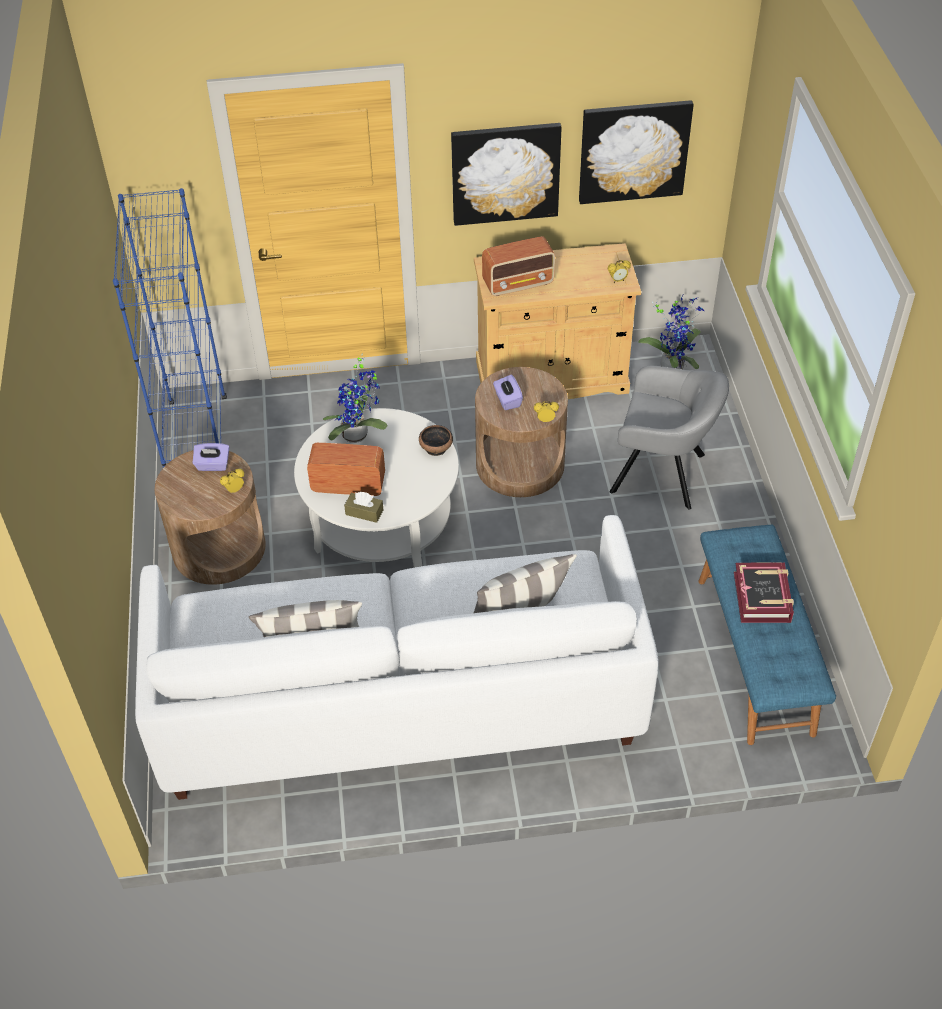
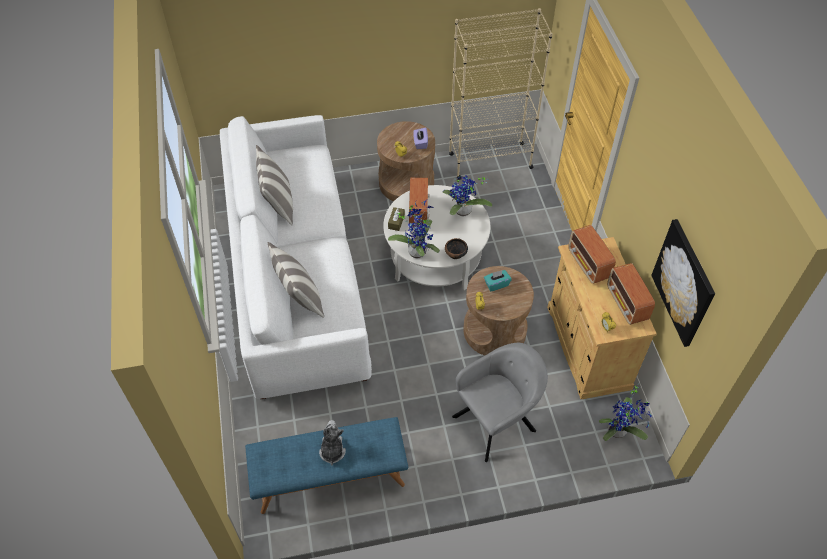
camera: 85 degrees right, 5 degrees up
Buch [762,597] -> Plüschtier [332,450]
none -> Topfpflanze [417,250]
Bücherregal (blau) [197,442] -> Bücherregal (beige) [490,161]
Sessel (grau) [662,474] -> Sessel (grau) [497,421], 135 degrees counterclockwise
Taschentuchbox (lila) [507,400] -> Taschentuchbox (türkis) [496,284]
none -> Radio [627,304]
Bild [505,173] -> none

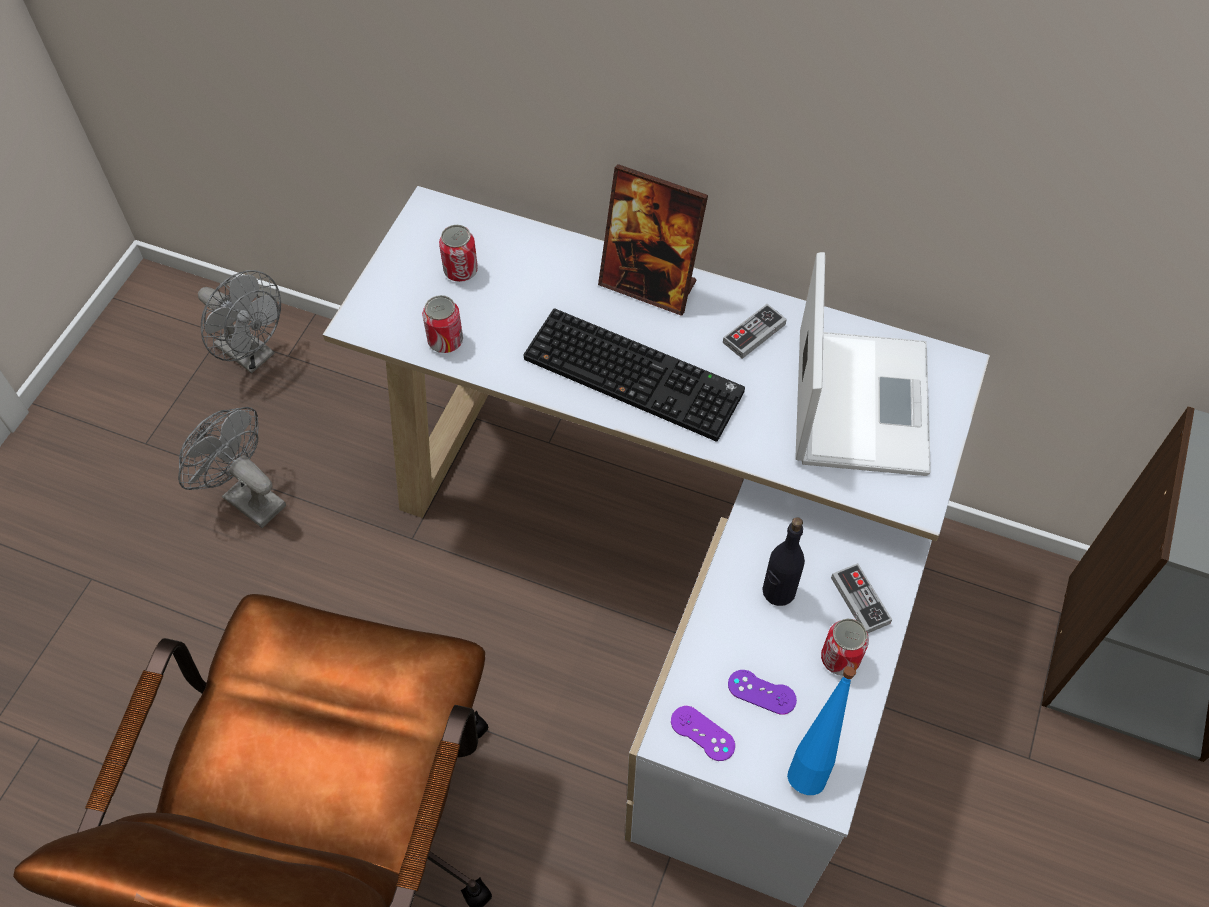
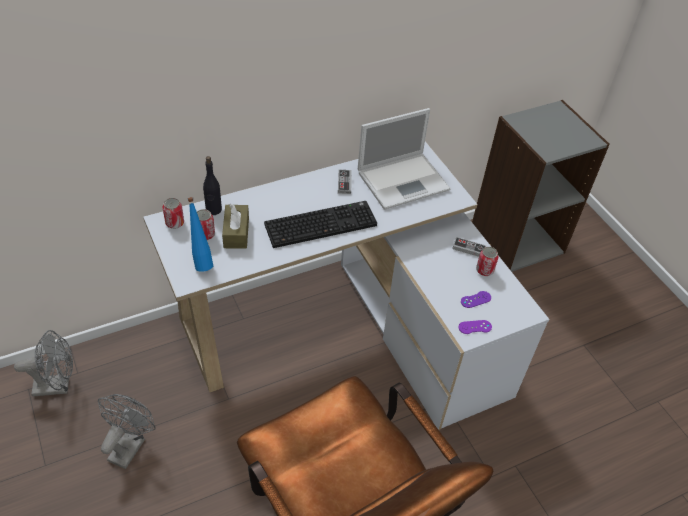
camera: 50 degrees left, 10 degrees down
Ventilator (grau) [246,497] -> Ventilator (grau) [129,445], 120 degrees clockwise
Dose [445,341] -> Dose [174,223], moved
Flasche (blau) [813,760] -> Flasche (blau) [201,261], moved
Flasche (schwarz) [778,591] -> Flasche (schwarz) [213,210], moved
none -> Taschentuchbox (braun) [236,233]
Laptop [860,399] -> Laptop [404,180], 105 degrees clockwise
Bilderrahmen [649,285] -> none

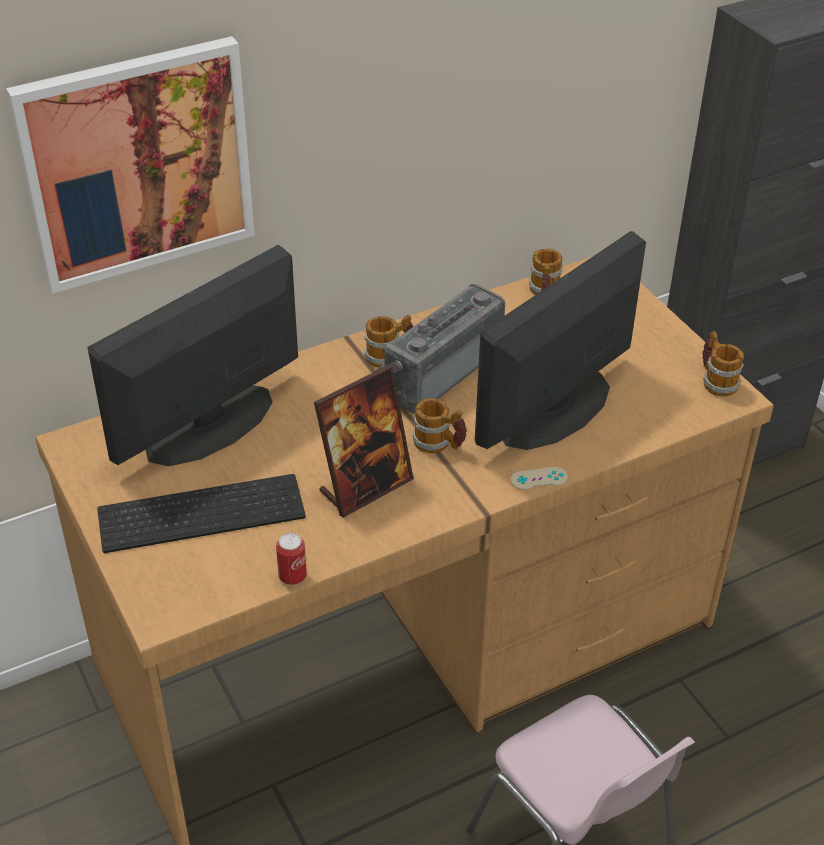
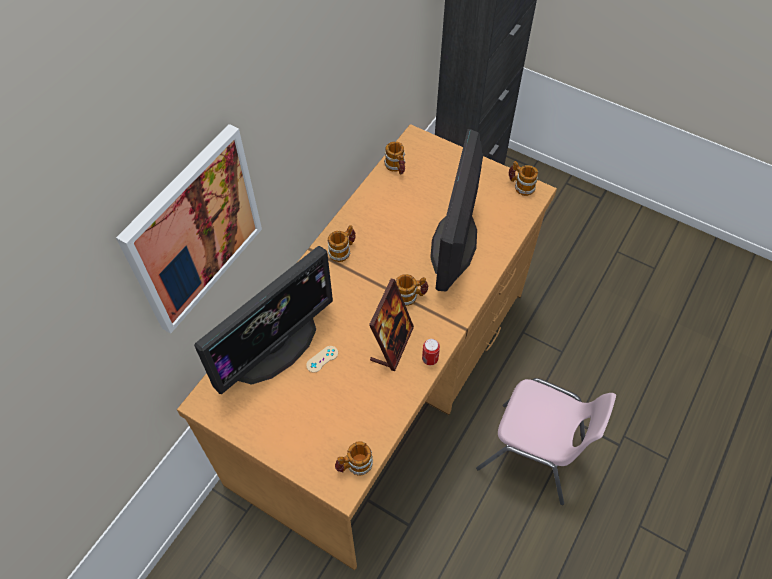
camera: 30 degrees left, 15 degrees up
Monitor [210,425] -> Monitor [276,348], 150 degrees counterclockwise
Gamepad (beige) [539,479] -> Gamepad (beige) [322,359], moved
none -> Henkelbecher [354,465]
Dose [292,577] -> Dose [430,359], moved
Tastatur [203,510] -> none
Radio [438,370] -> none

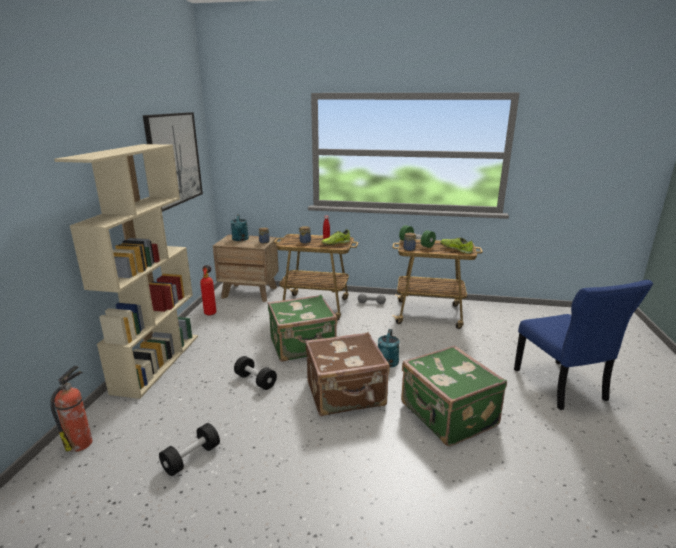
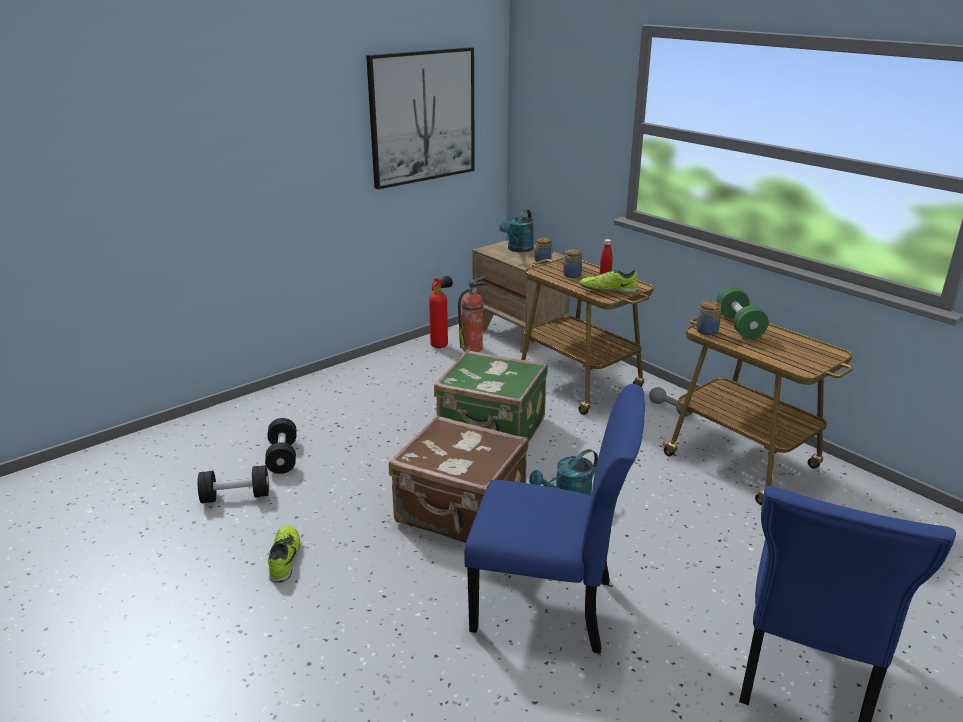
camera: 40 degrees right, 5 degrees up
Hantel (schwarz) [255,380] -> Hantel (schwarz) [283,457], moved
Schuh [456,249] -> Schuh [285,558], moved
Feuerlöscher [81,443] -> Feuerlöscher [473,348], moved
Koffer (grün) [447,415] -> Stuhl (blau) [549,607]
Bücherregal (beige) [157,362] -> none

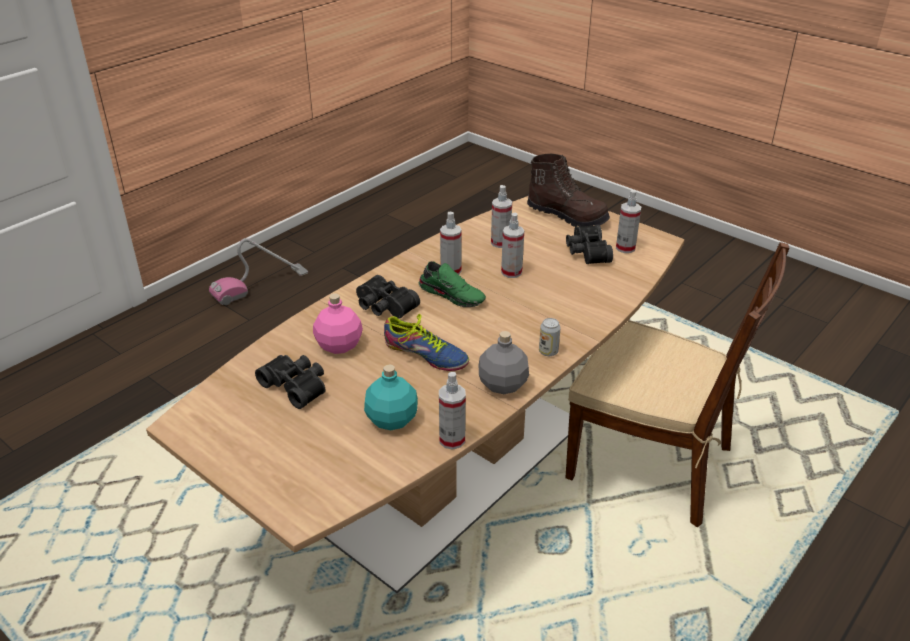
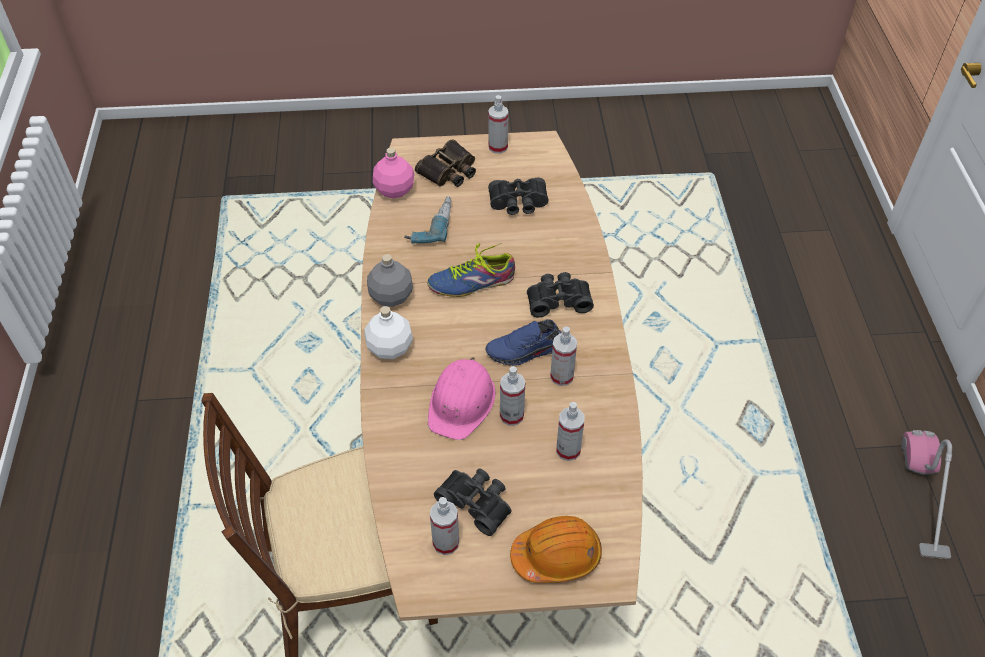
camera: 135 degrees right, 15 degrees up
Dose [548,351] -> Flasche (weiß) [389,348]
Flasche (rosa) [339,345] -> Flasche (rosa) [395,190], moved
Flasche (türkis) [392,420] -> Bohrmaschine [430,224]
none -> Fernglas [449,171]
none -> Schutzhelm (rosa) [462,402]
Schuh (grün) [453,294] -> Schuh (blau) [525,351]
Sprühflasche [452,440] -> Sprühflasche [498,147], moved
Stiefel (braun) [567,215] -> Schutzhelm (orange) [557,555]

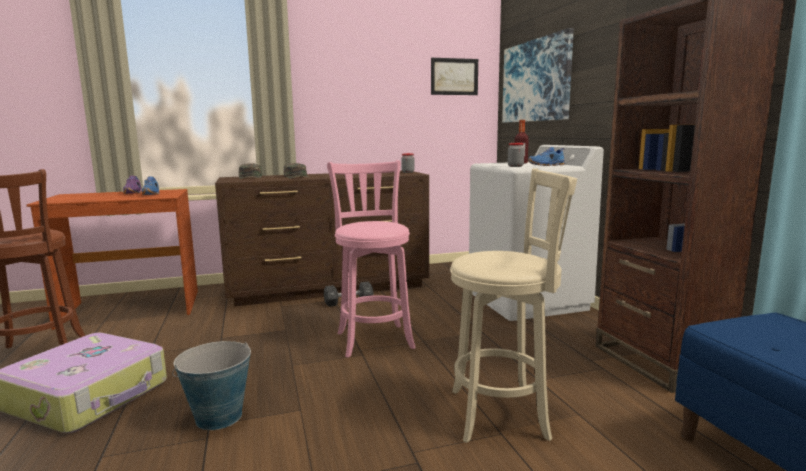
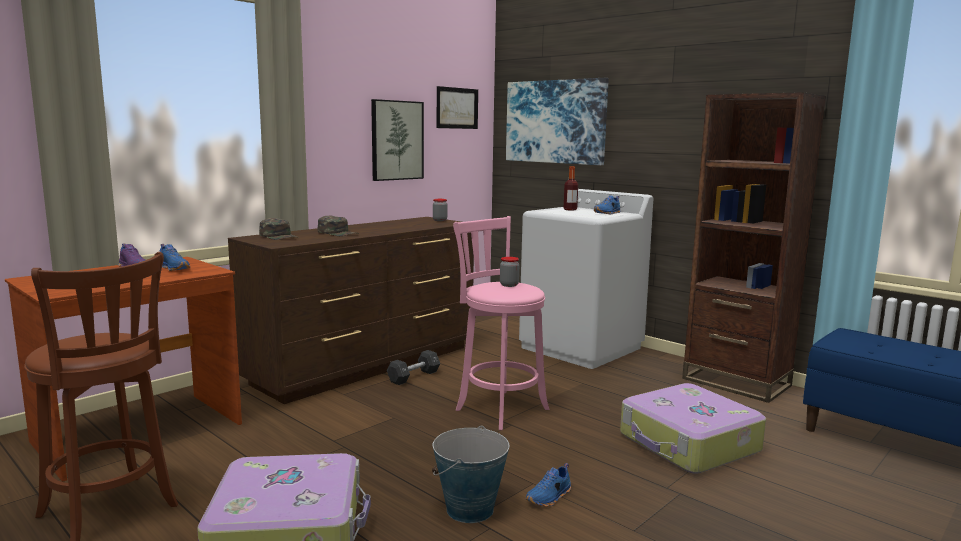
camera: 30 degrees left, 0 degrees up
none -> Bild [396,140]
Vorratsglas [515,166] -> Vorratsglas [509,285], moved
none -> Schuh (blau) [549,497]
Hocker (beige) [504,413] -> Koffer [688,444]

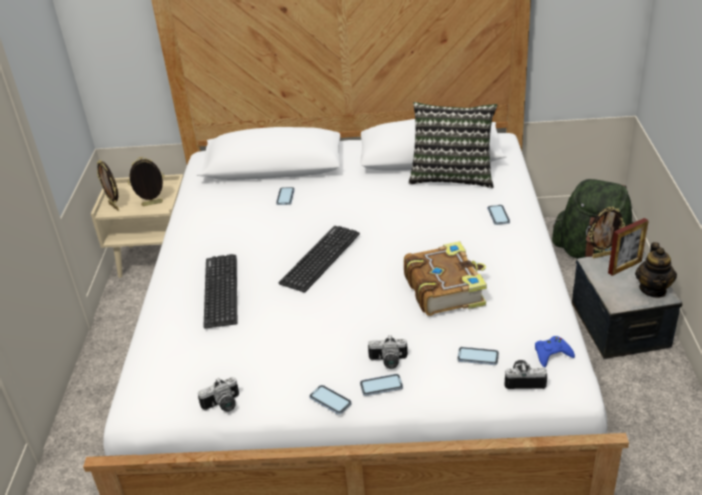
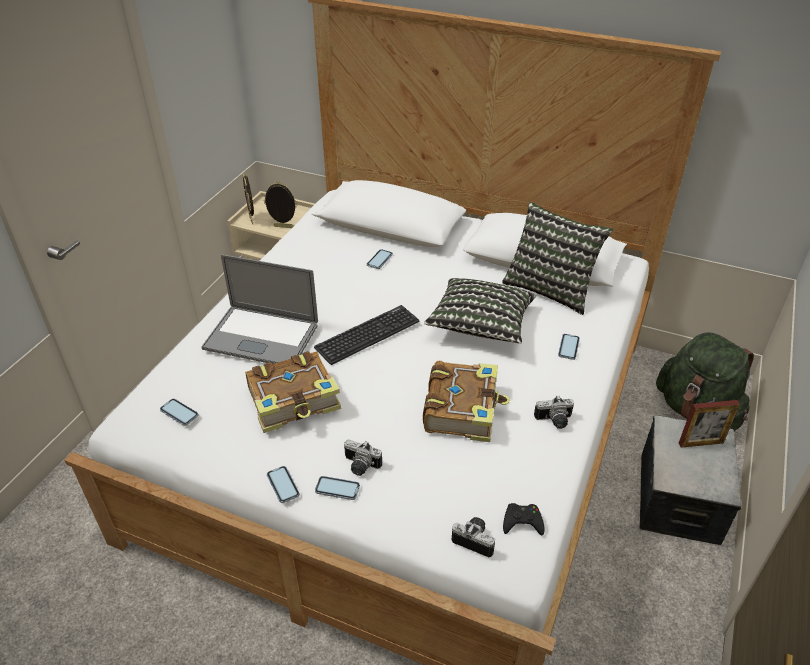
camera: 20 degrees right, 5 degrees up
Handy [478,357] -> Handy [179,413], moved
Tastatur [221,291] -> Laptop [261,336]
none -> Buch [295,400]
none -> Kissen [480,325]
Gamepad (blau) [552,354] -> Gamepad (schwarz) [522,522]
Kamera [223,405] -> Kamera [554,421], moved
Bilderrahmen [602,255] -> none
Teekanne [653,289] -> none

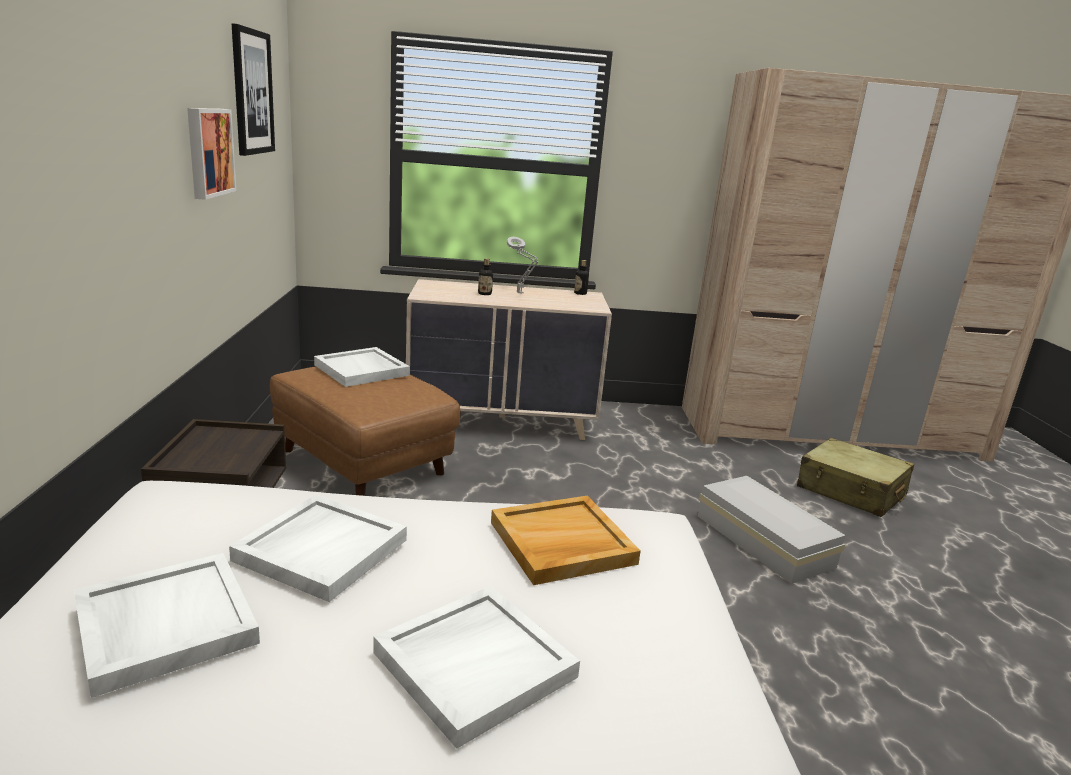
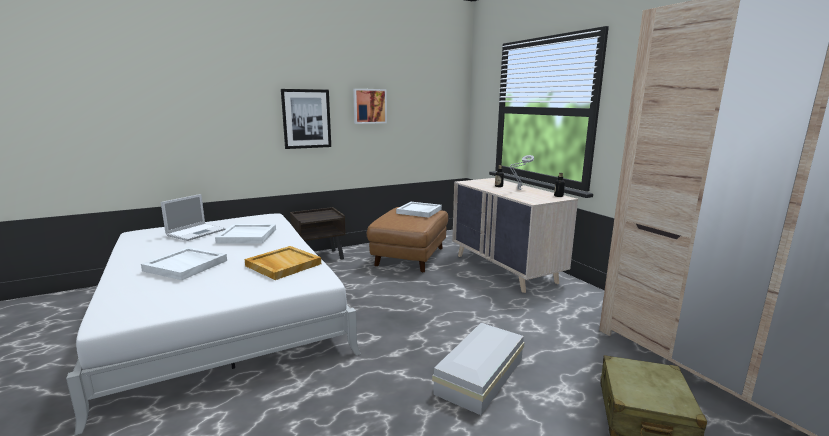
camera: 65 degrees right, 5 degrees down
Tablett (weiß) [164,624] -> Laptop [197,232]
Bild [252,92] -> Bild [306,119], moved

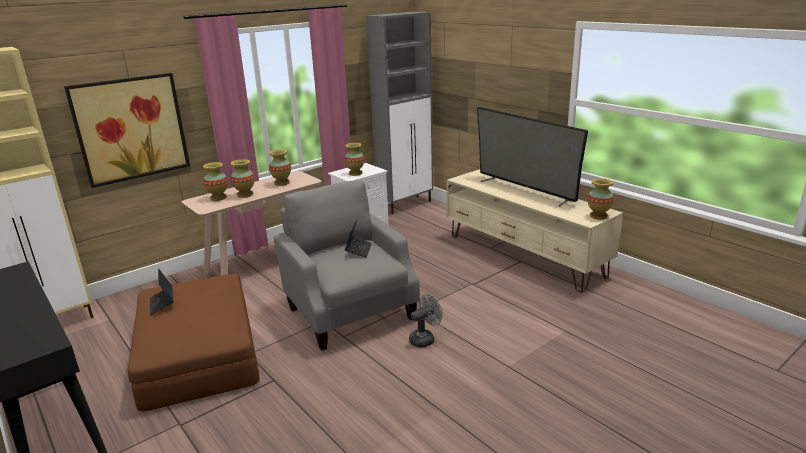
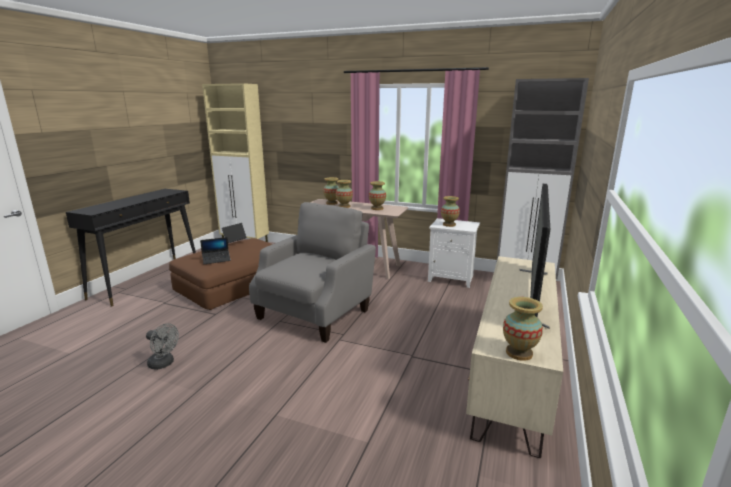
camera: 60 degrees right, 5 degrees down
Ventilator (grau) [425,339] -> Ventilator (grau) [164,364], moved
Laptop [358,250] -> Laptop [216,259], moved
Bild [131,128] -> none

